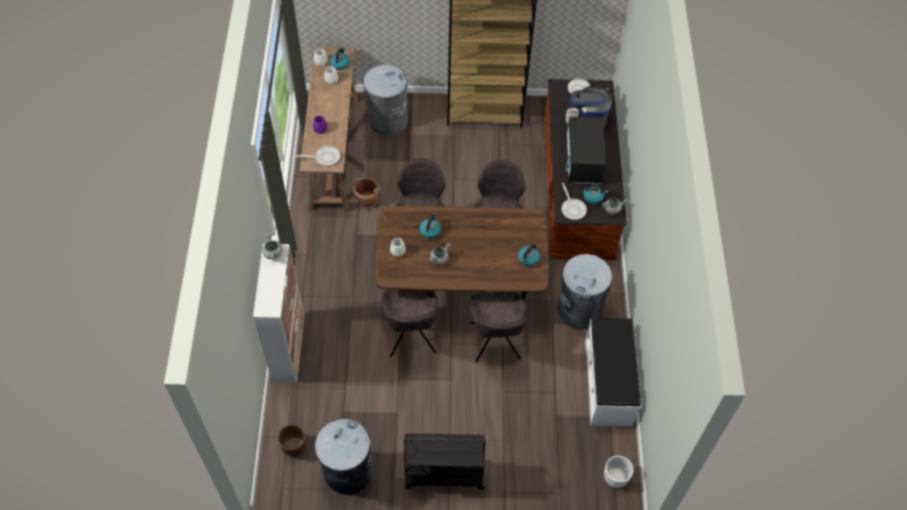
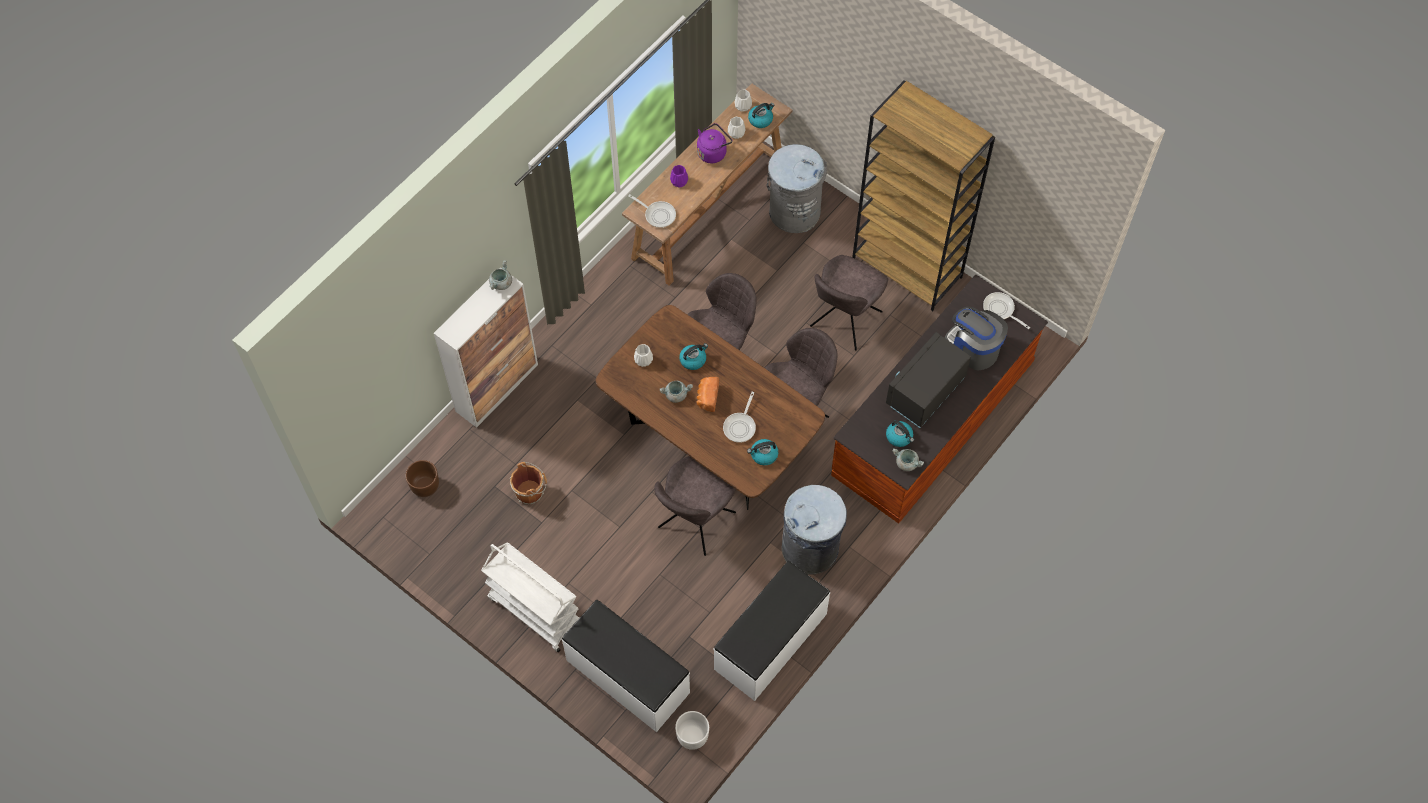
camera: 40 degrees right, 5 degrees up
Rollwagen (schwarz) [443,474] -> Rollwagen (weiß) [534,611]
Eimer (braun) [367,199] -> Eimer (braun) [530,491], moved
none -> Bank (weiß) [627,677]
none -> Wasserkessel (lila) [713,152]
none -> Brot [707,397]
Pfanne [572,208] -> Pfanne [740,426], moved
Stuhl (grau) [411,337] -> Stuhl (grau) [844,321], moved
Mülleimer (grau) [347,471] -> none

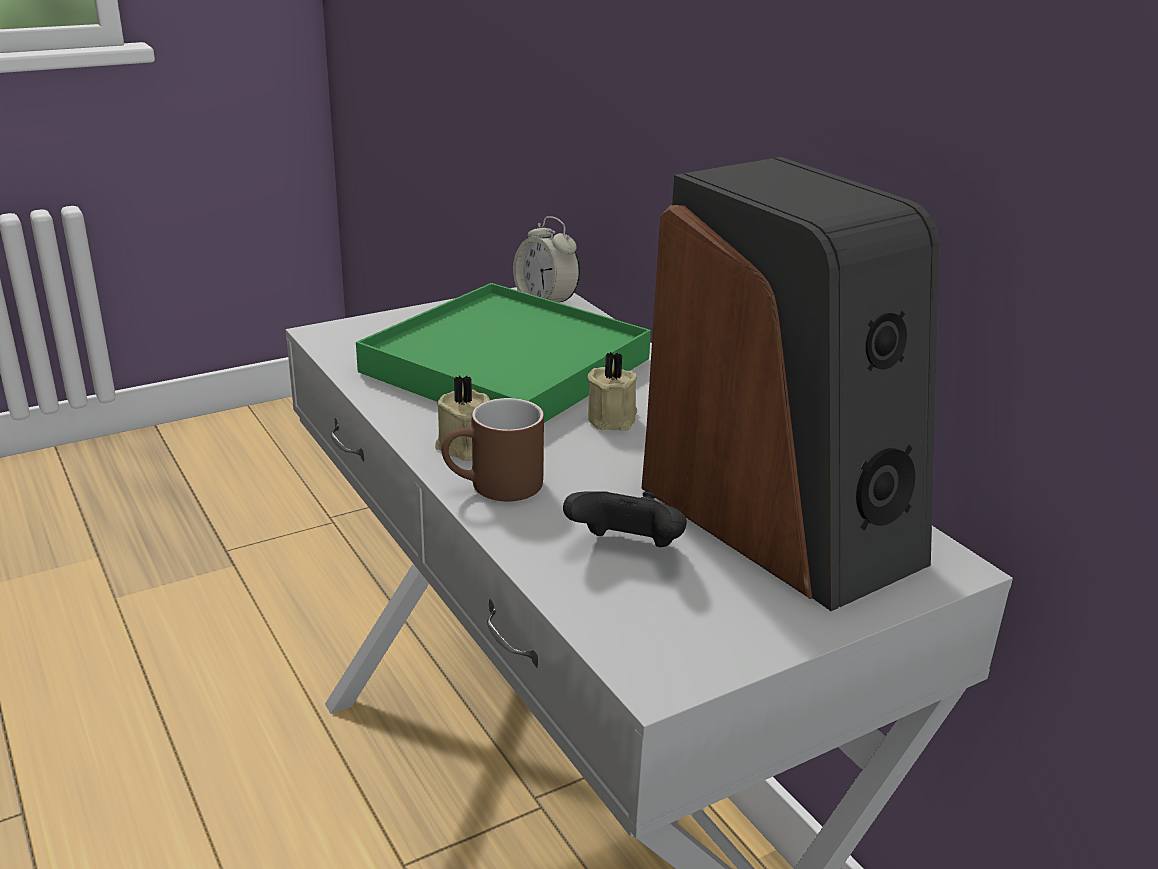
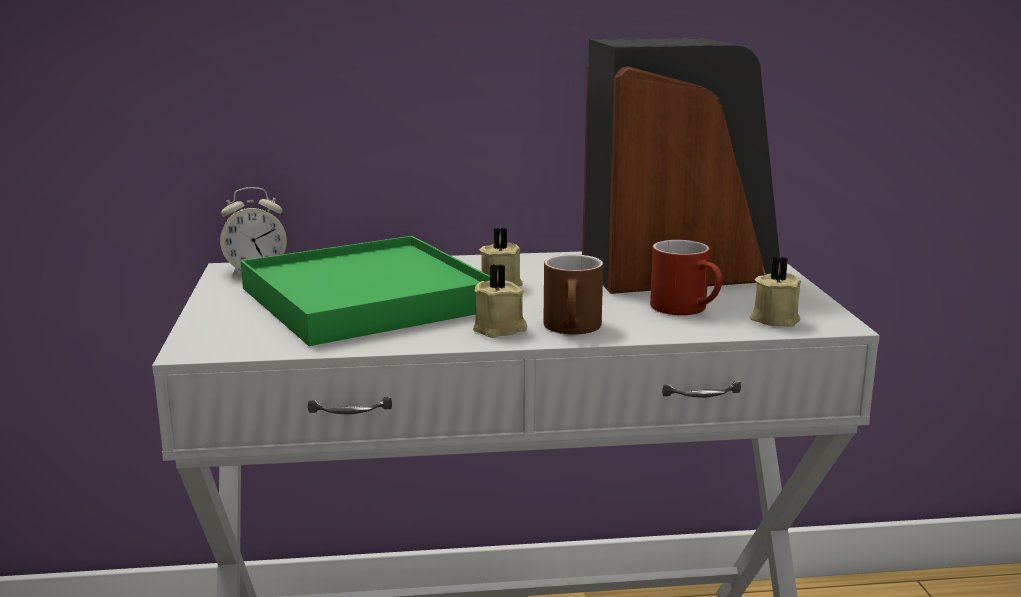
camera: 65 degrees left, 10 degrees down
Gamepad (schwarz) [626,549] -> Henkelbecher (rot) [688,309]
none -> Kerze (beige) [774,319]

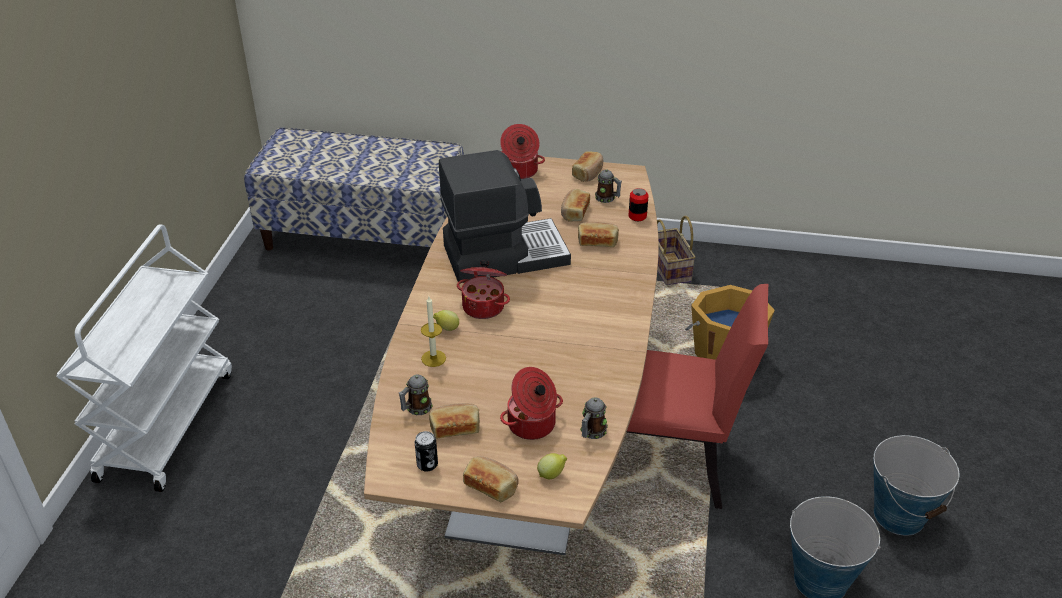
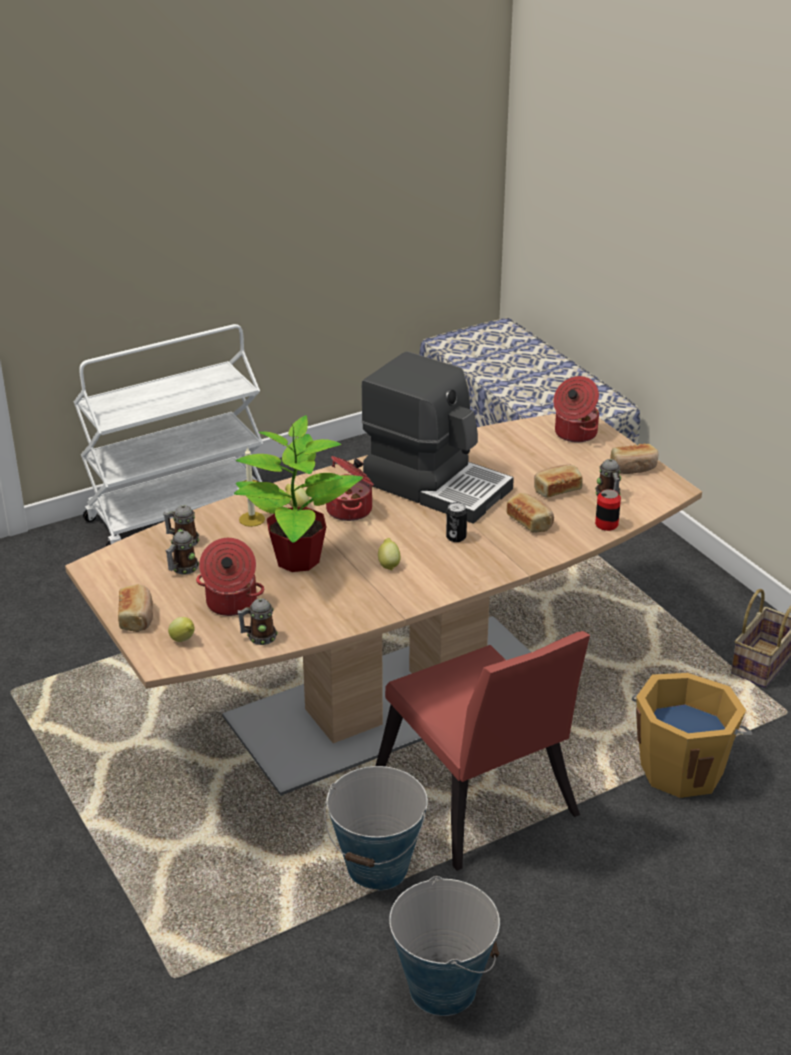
camera: 50 degrees right, 5 degrees down
Brot [455,428] -> Henkelbecher [182,569]
none -> Topfpflanze [296,560]
Eimer [899,515] -> Eimer [378,868], moved
none -> Zitrone [389,564]
Dose [427,465] -> Dose [456,537], moved

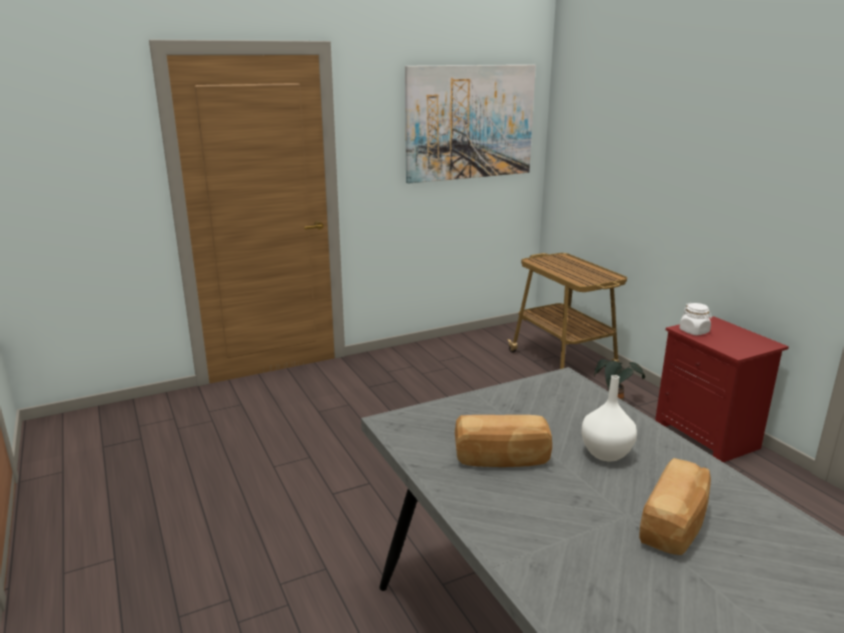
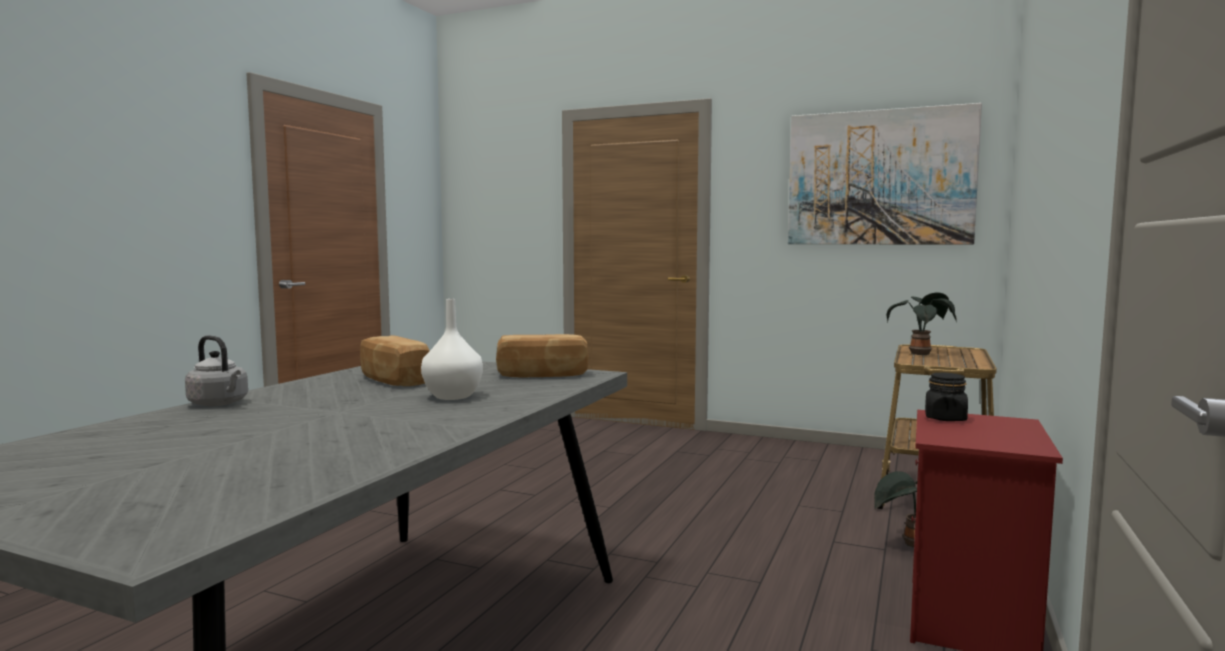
camera: 50 degrees right, 15 degrees down
none -> Wasserkessel (grau) [220,403]
Brot [675,524] -> Brot [542,375], moved
none -> Topfpflanze [921,354]
Vorratsglas (weiß) [694,331] -> Vorratsglas (schwarz) [945,418]

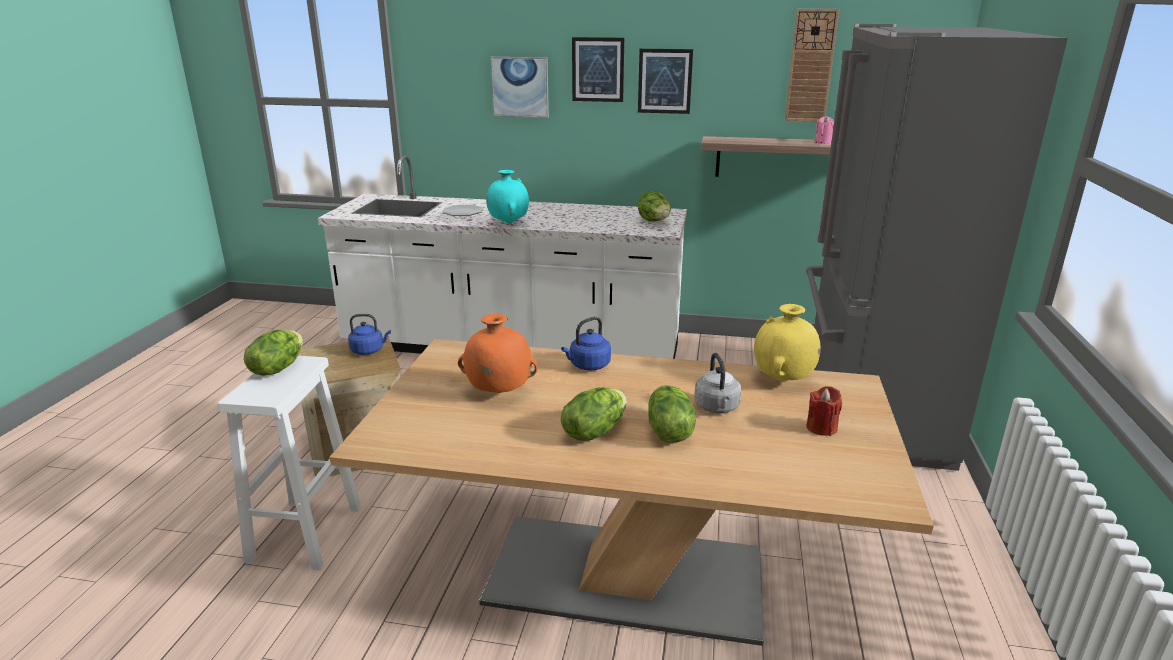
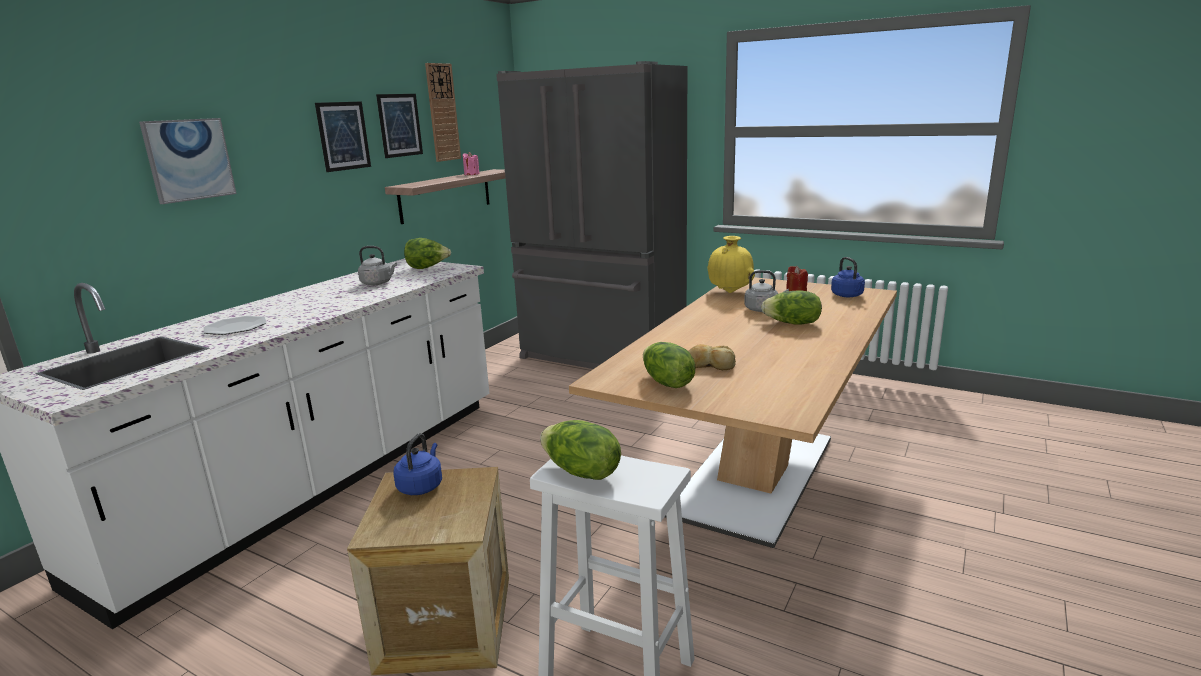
camera: 70 degrees left, 5 degrees down
none -> Wasserkessel (grau) [378,283]
Bild [598,69] -> Bild [400,125], moved
Salatkopf [594,431] -> Salatkopf [666,383], moved
Vase (orange) [498,392] -> Brot [710,365]
Wasserkessel (blau) [588,366] -> Wasserkessel (blau) [848,296], moved
Vase (türkis) [508,223] -> none

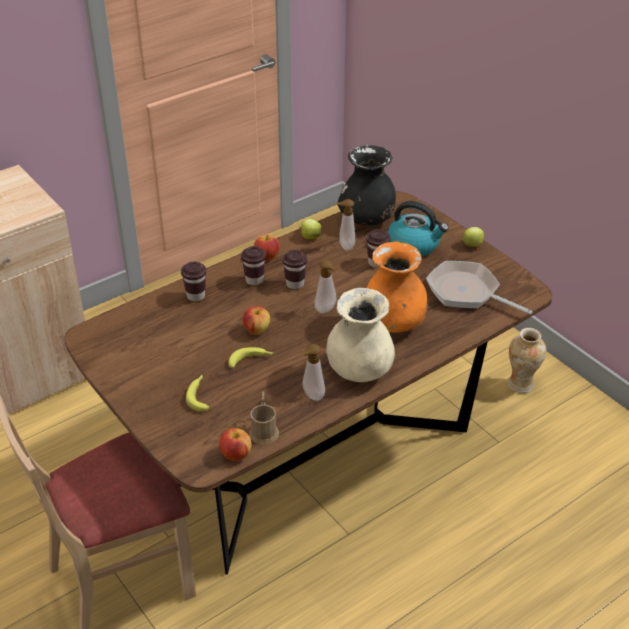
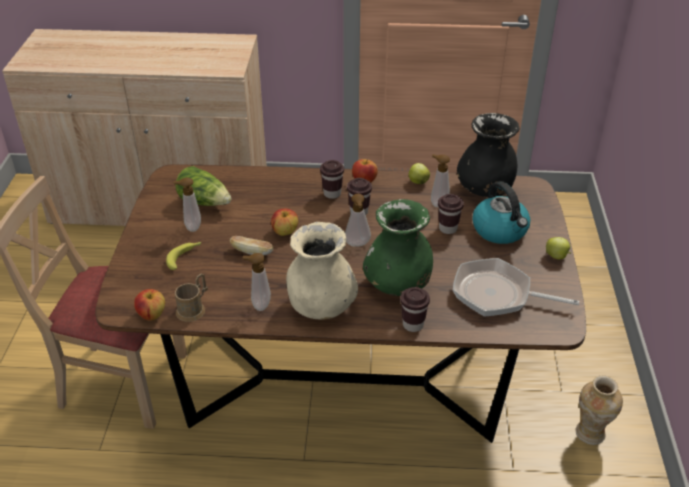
camera: 40 degrees right, 0 degrees up
none -> Seifenspender [191,227]
none -> Salatkopf [205,202]
Banane [251,360] -> Brot [252,252]
Vase (orange) [393,323] -> Vase (grün) [398,284]
Tasse (braun) [196,296] -> Tasse (braun) [413,325], moved
Pfanne [467,292] -> Pfanne [497,294], 60 degrees counterclockwise

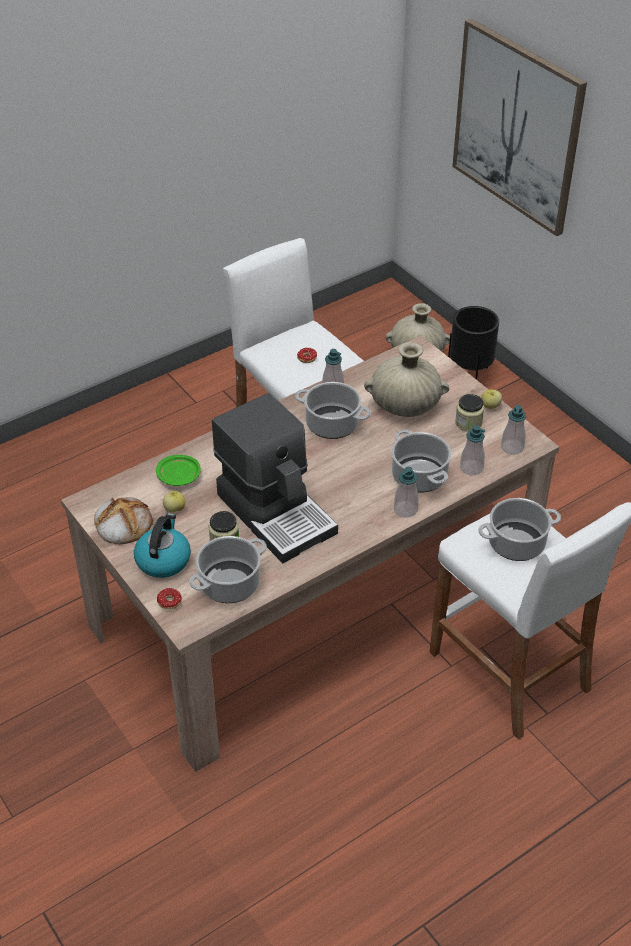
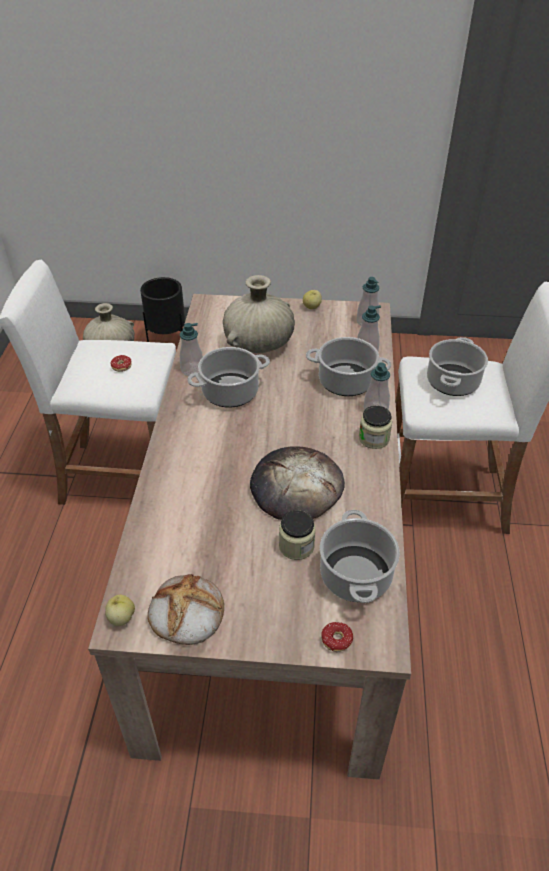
camera: 50 degrees left, 0 degrees up
Apfel [174,509] -> Apfel [121,617], moved
Kaffeemaschine [277,512] -> Brot [296,487]
Vorratsglas [468,423] -> Vorratsglas [374,438], moved
Wasserkessel [163,560] -> none
Teller (grün) [179,476] -> none
Bild [517,126] -> none

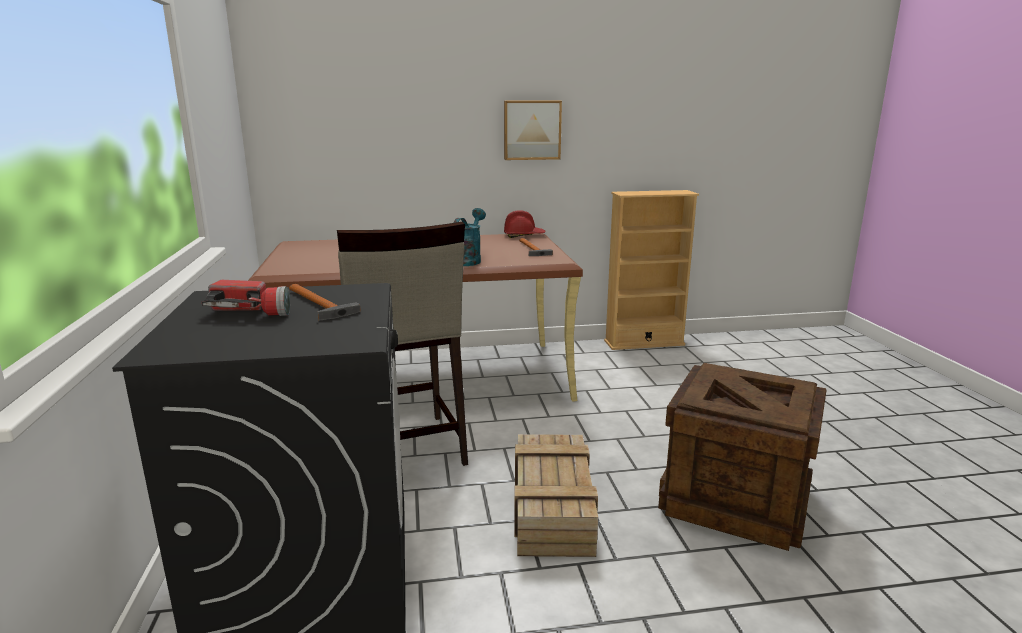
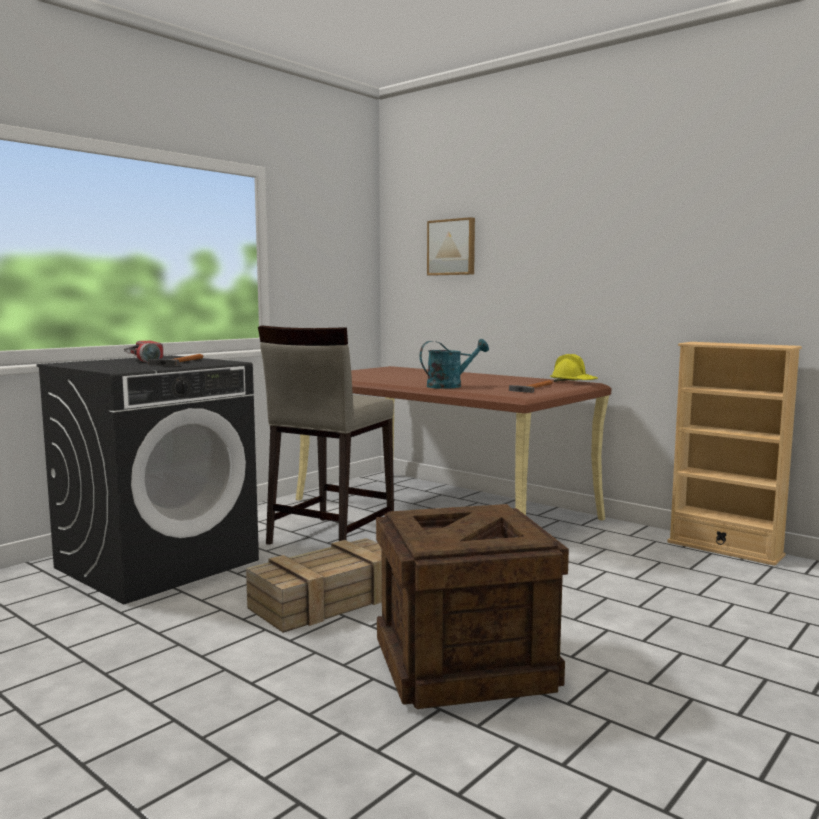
camera: 50 degrees right, 10 degrees down
Bild [531,130] -> Bild [452,247], moved
Schutzhelm (rot) [524,236] -> Schutzhelm (gelb) [573,382]

